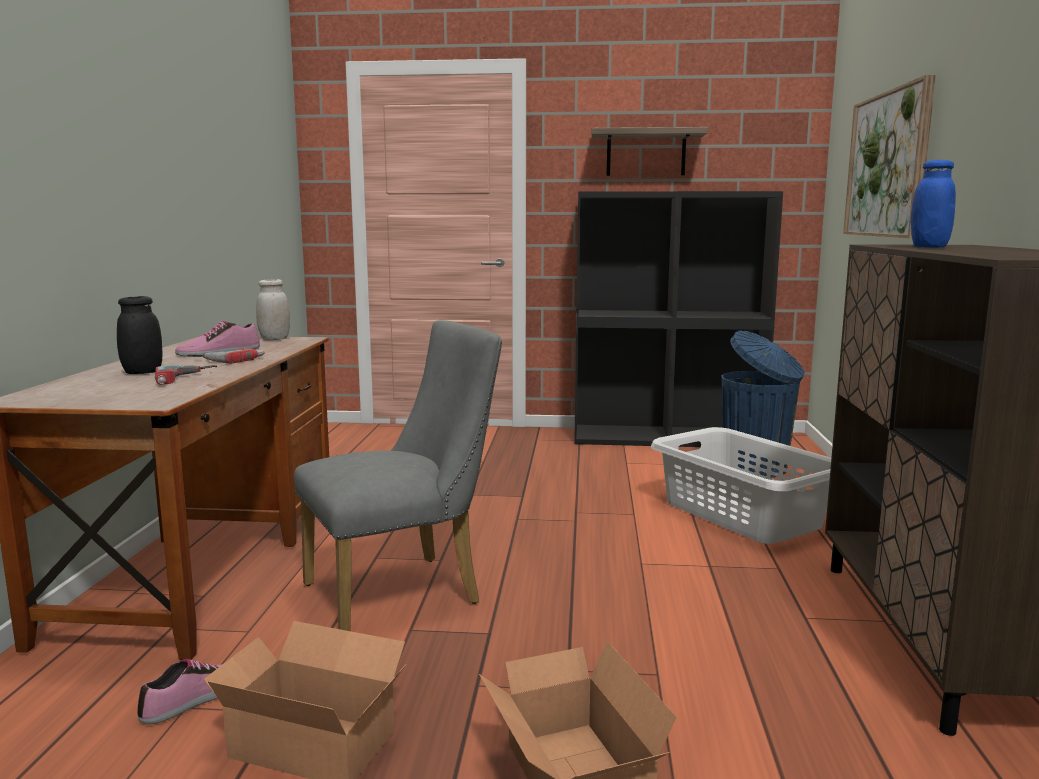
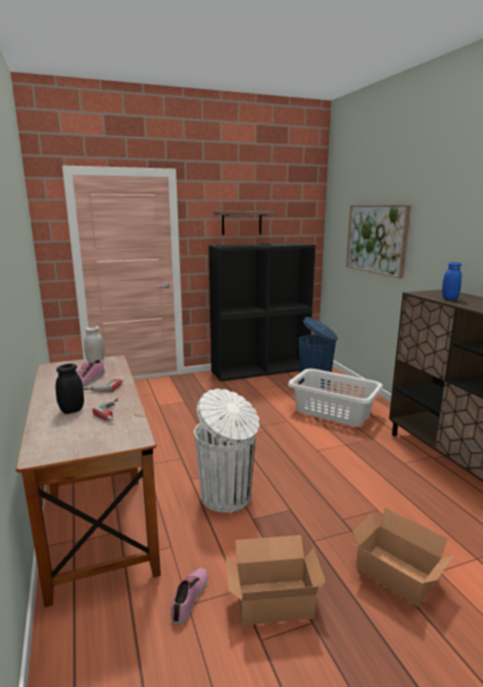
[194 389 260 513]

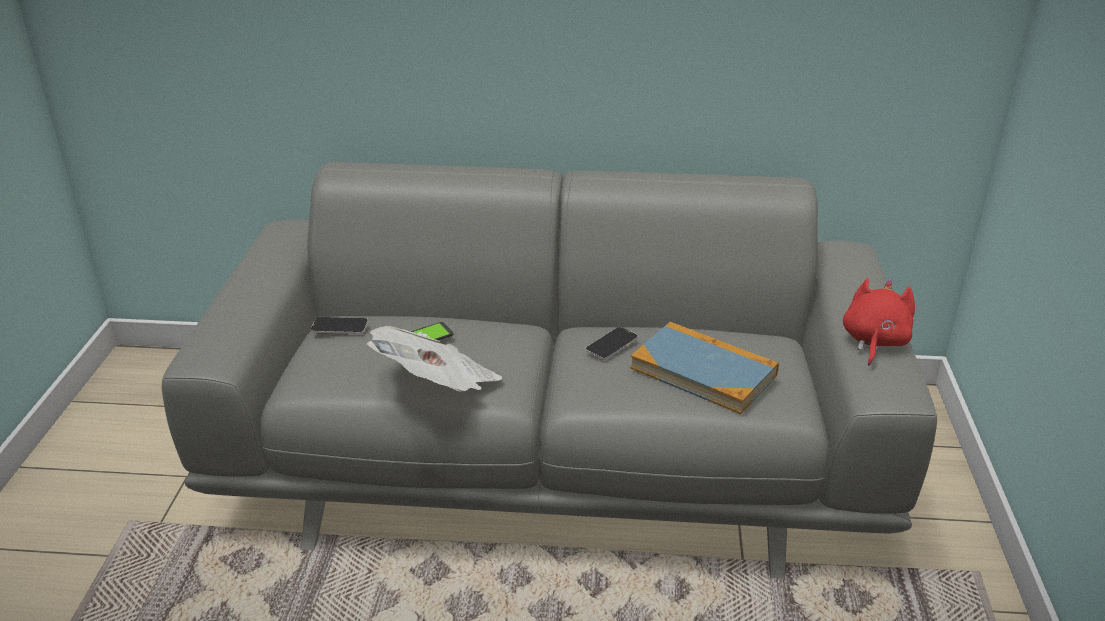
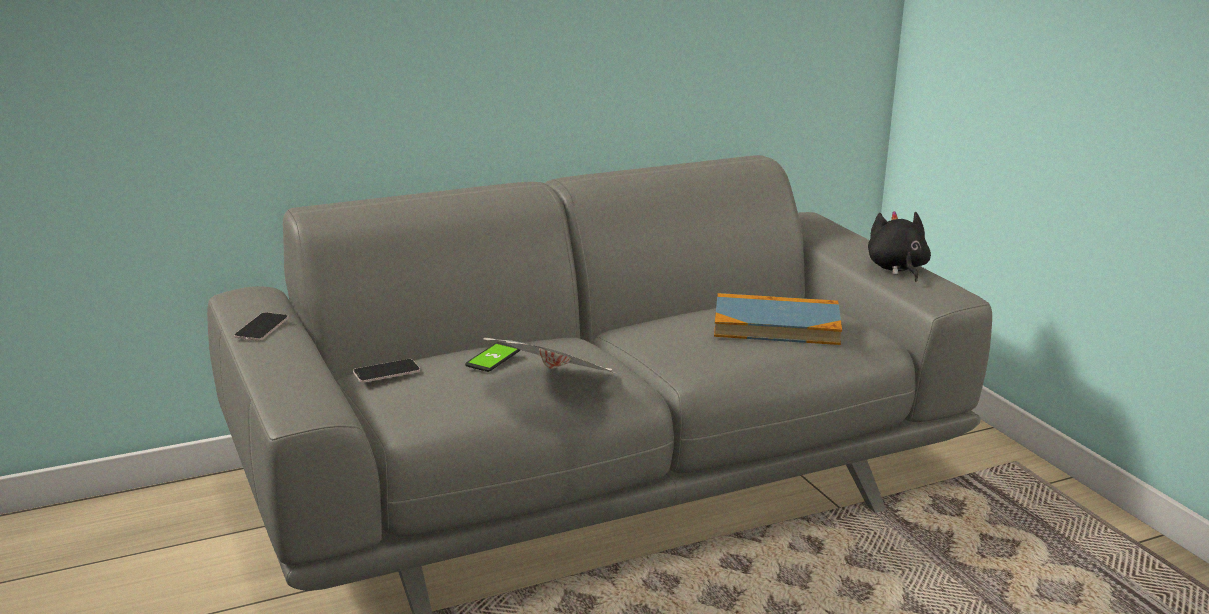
[868 211 931 282]
[234 312 289 341]

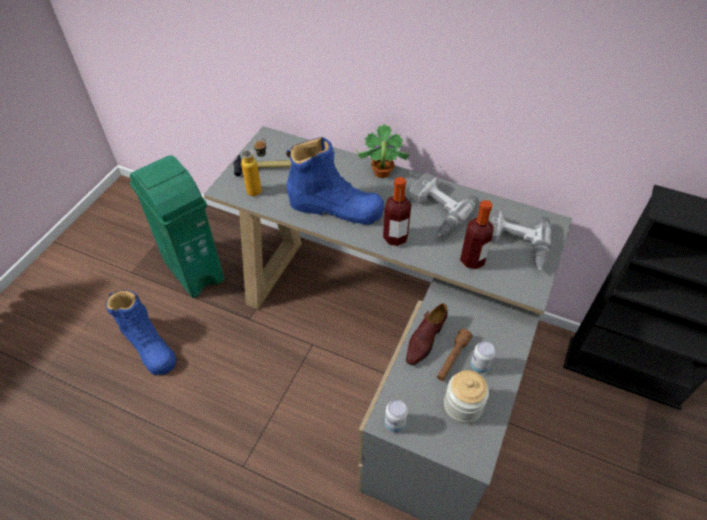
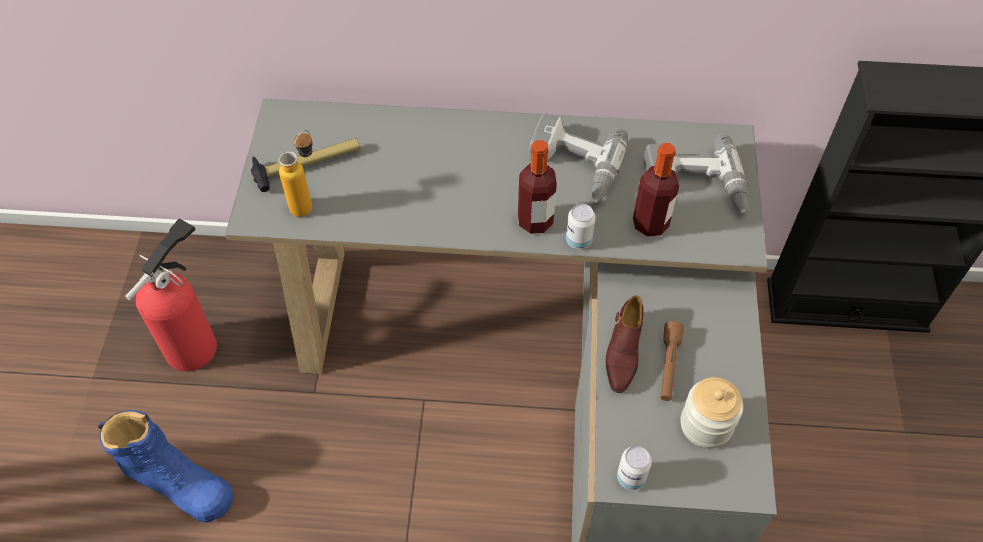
[355 124 412 178] (first image)
[286 137 384 225] (first image)
[125 218 217 371]
[566 204 596 249]

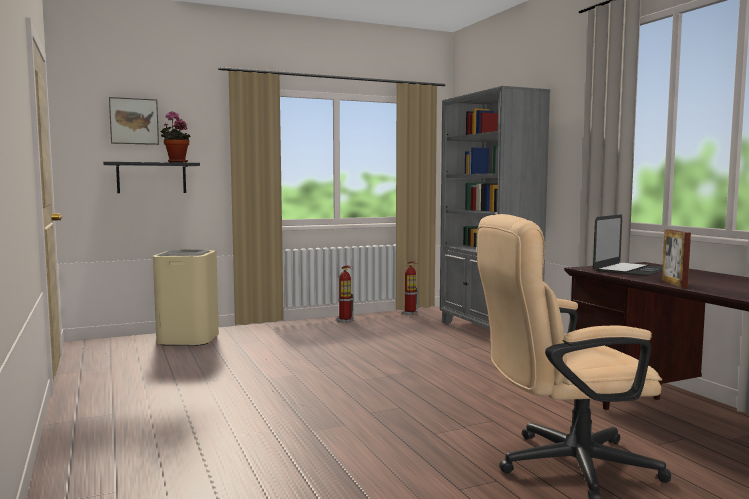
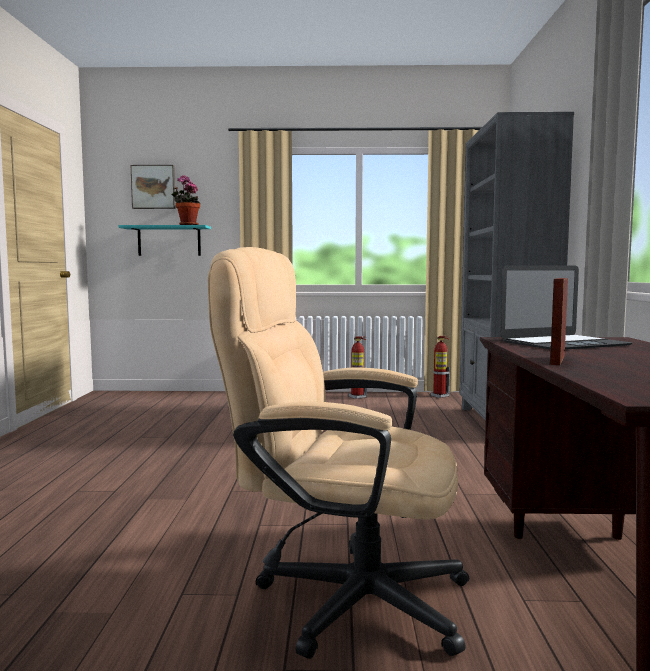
[118 225 211 256]
[153 249 219 346] (first image)

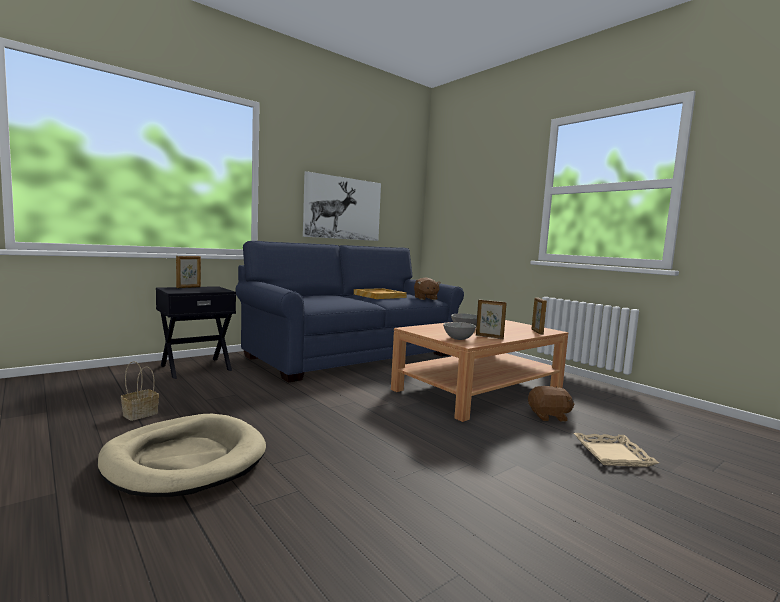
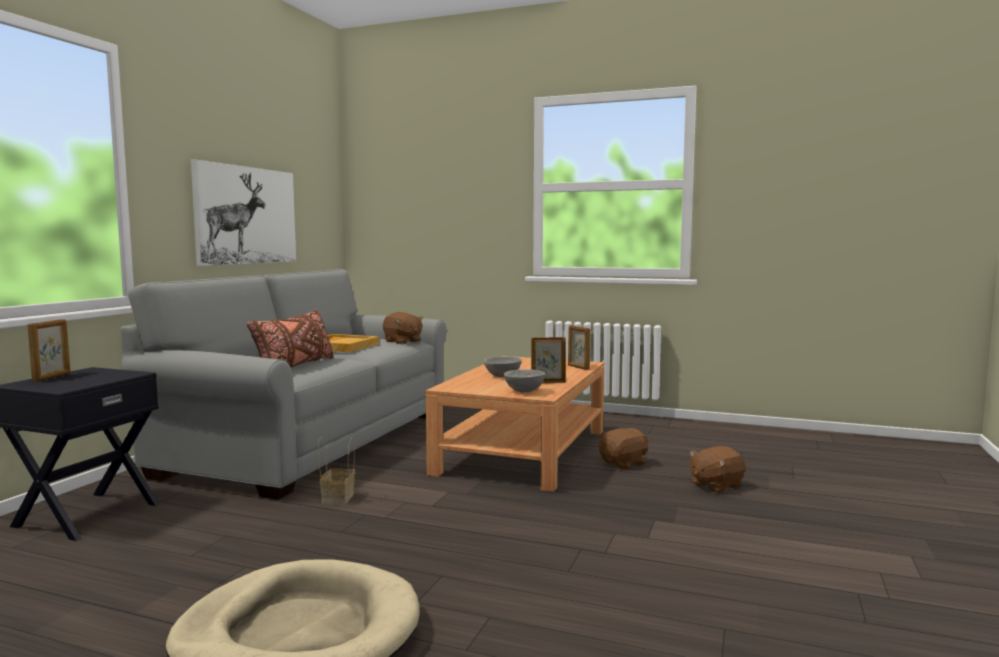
[120 269 447 500]
[318 437 355 504]
[689 446 745 493]
[247 309 334 367]

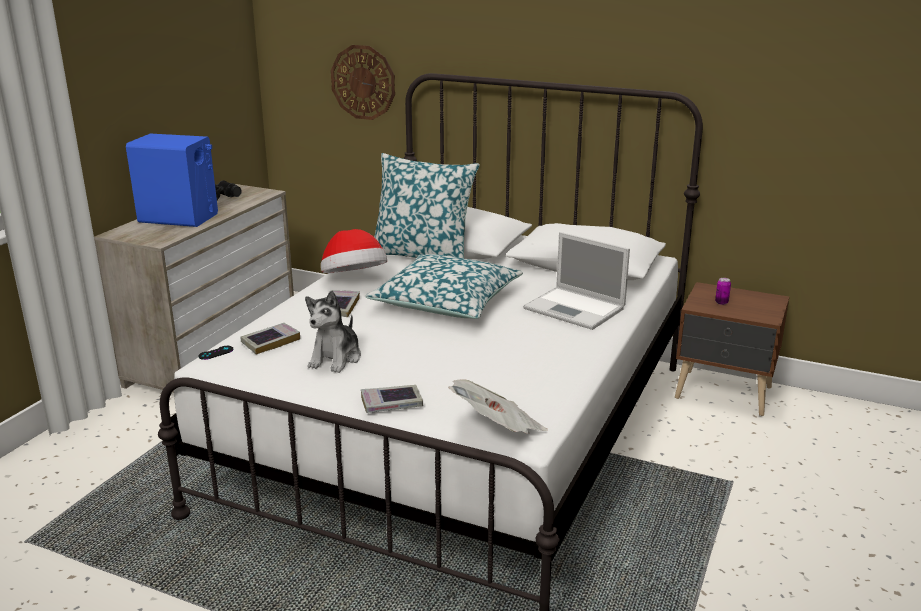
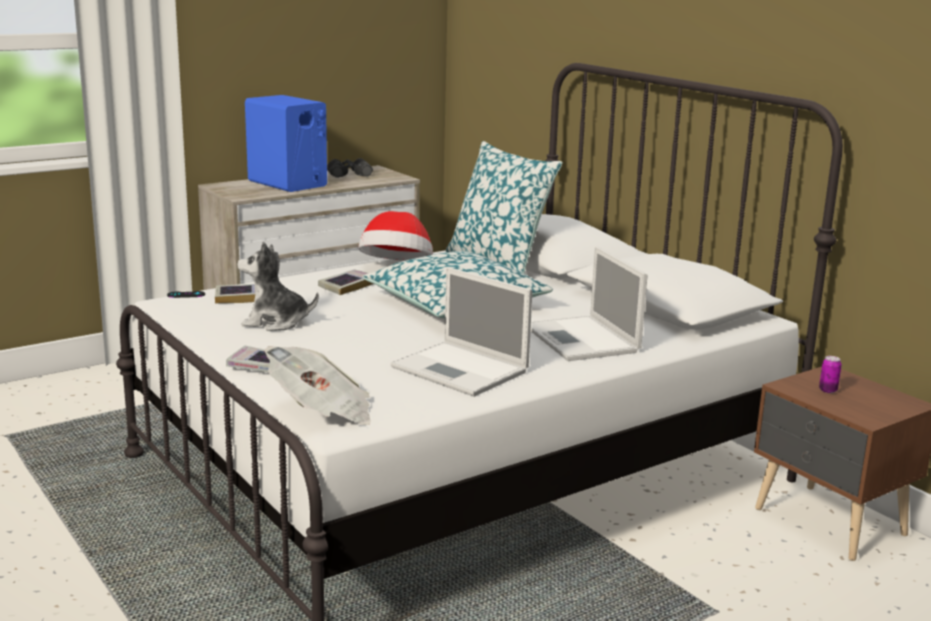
[331 45 395 120] (first image)
[237 242 319 331]
[391 267 532 397]

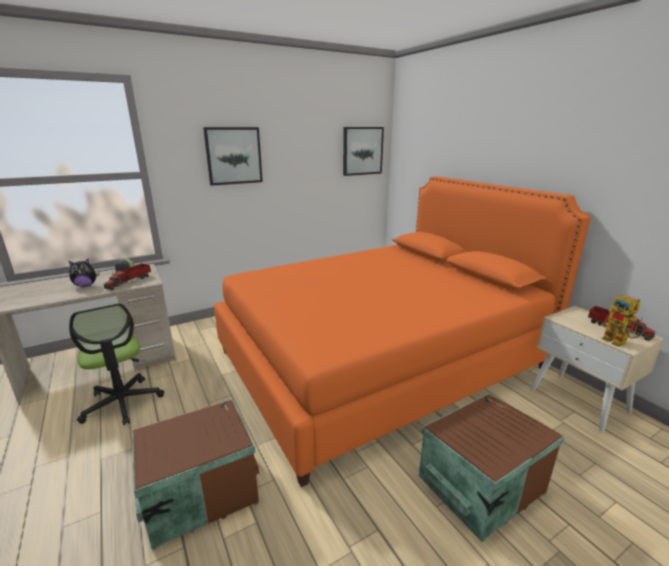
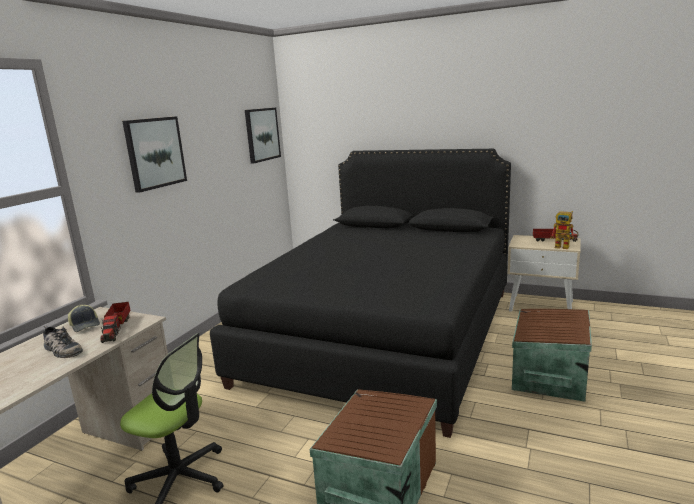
[210 149 511 438]
[43 325 83 358]

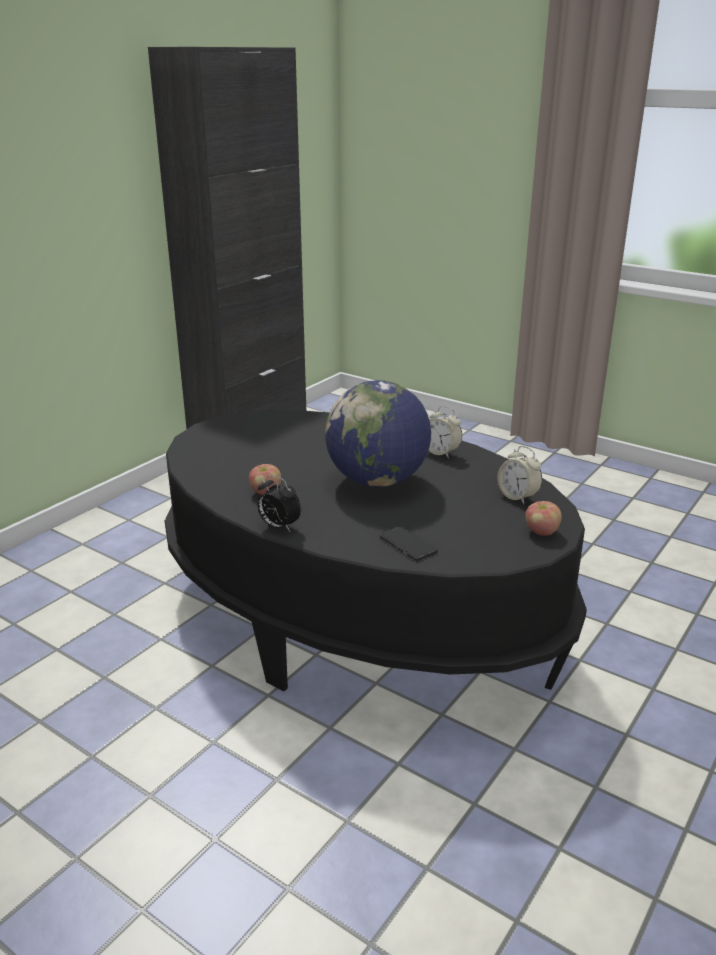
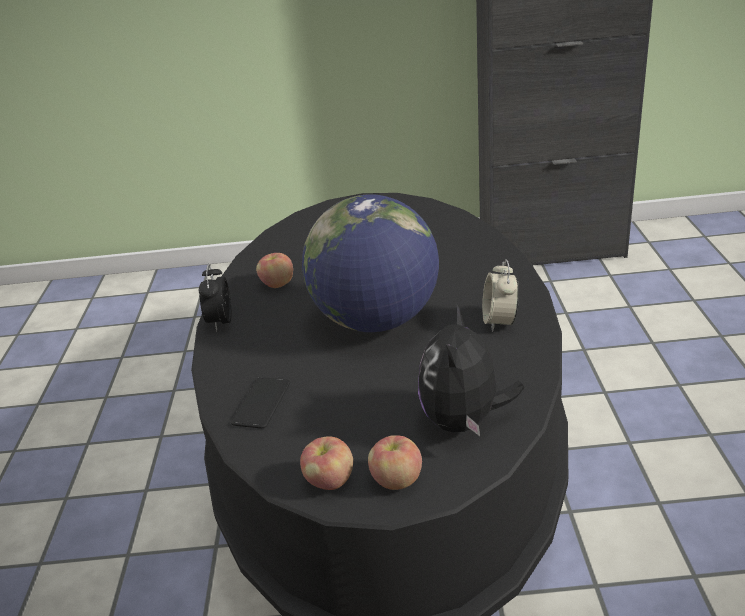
[418 305 524 436]
[300 436 353 490]

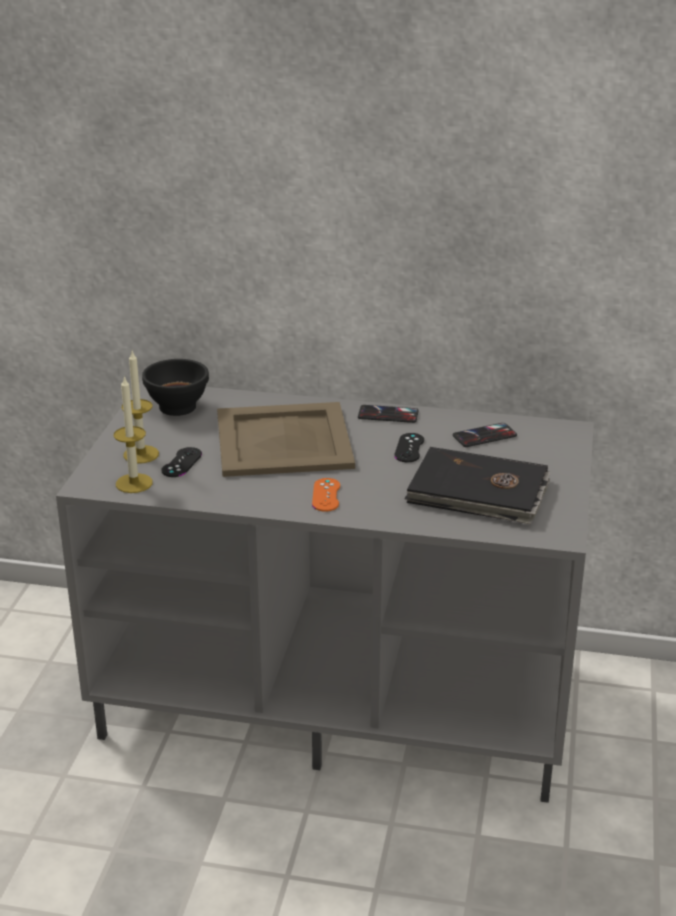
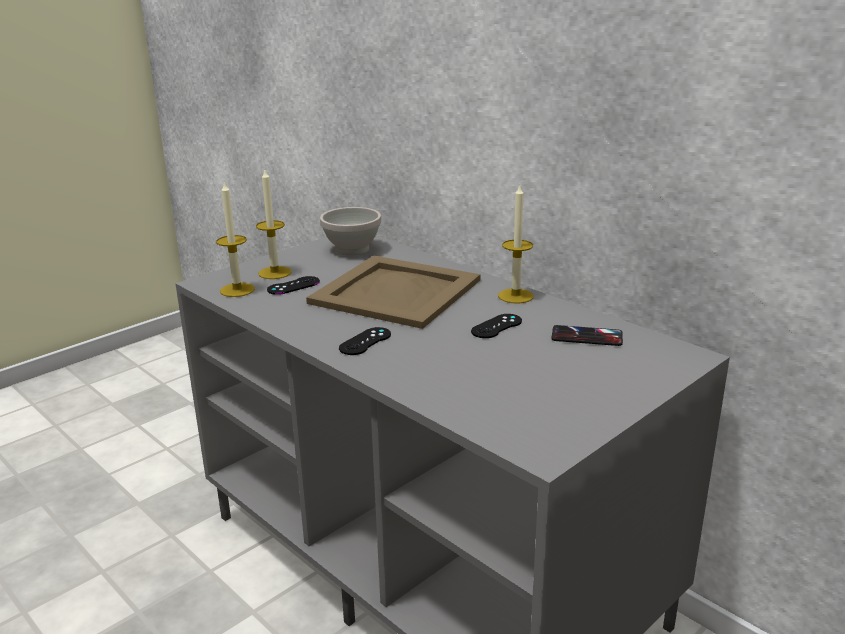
[320 207 381 256]
[498 186 534 304]
[404 447 550 524] (first image)
[339 327 391 355]

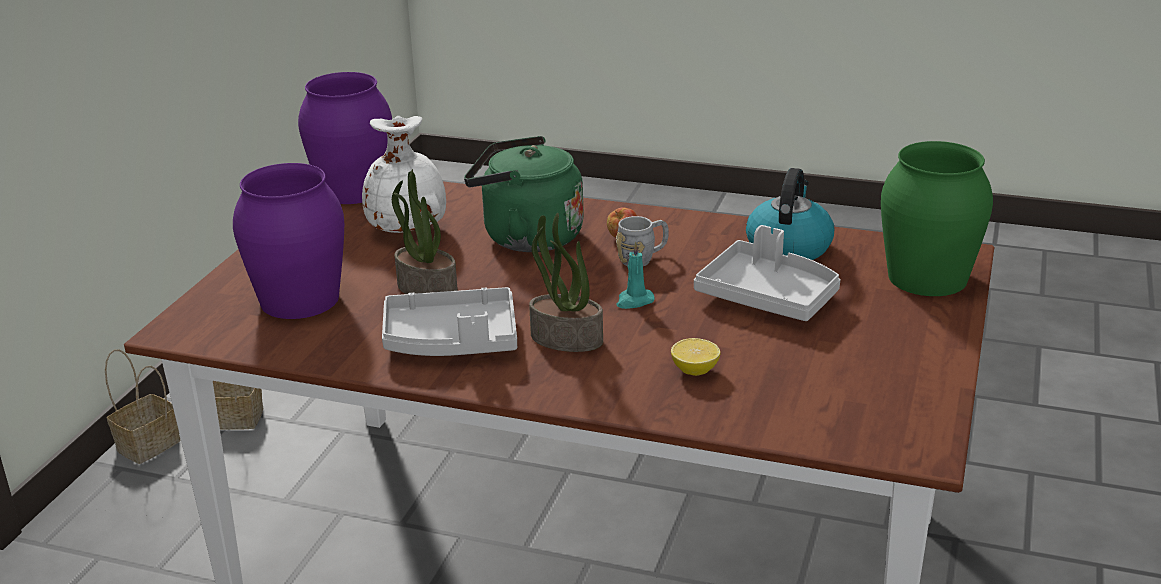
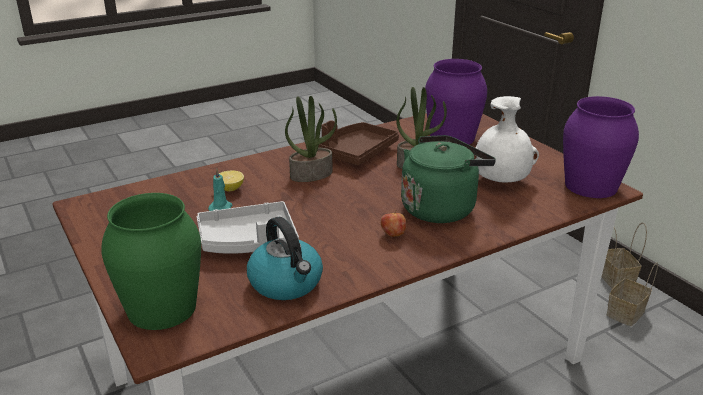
[616 216 669 266] (first image)
[208 169 232 211]
[318 120 399 165]

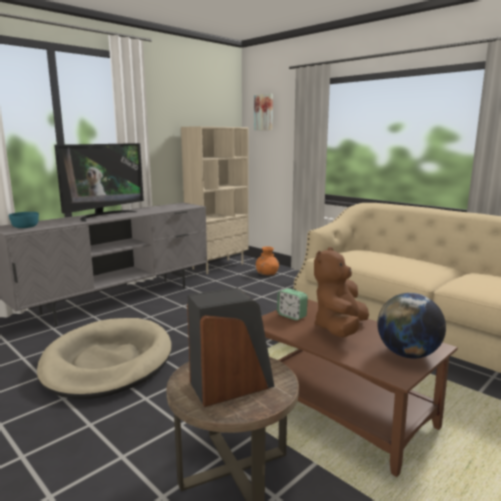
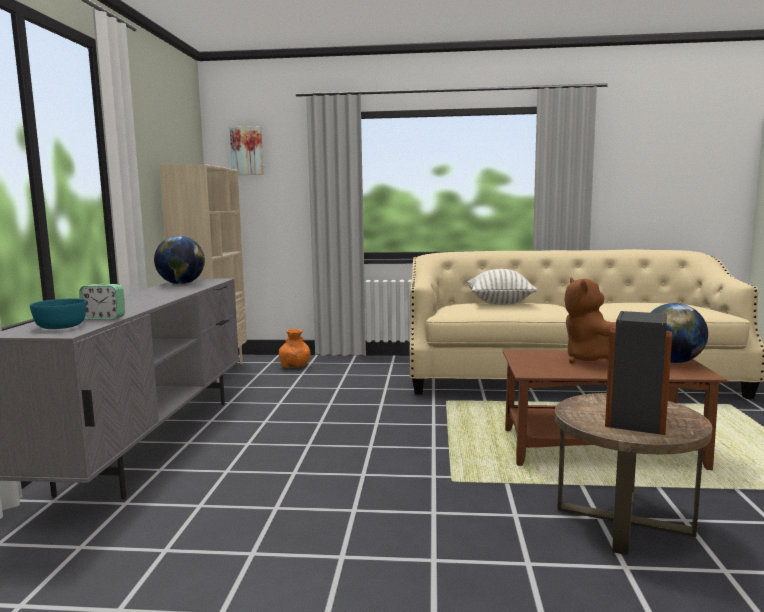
[54 143 144 222] (first image)
[79 284 125 320]
[37 318 172 399] (first image)
[154 236 205 284]
[467 269 537 305]

